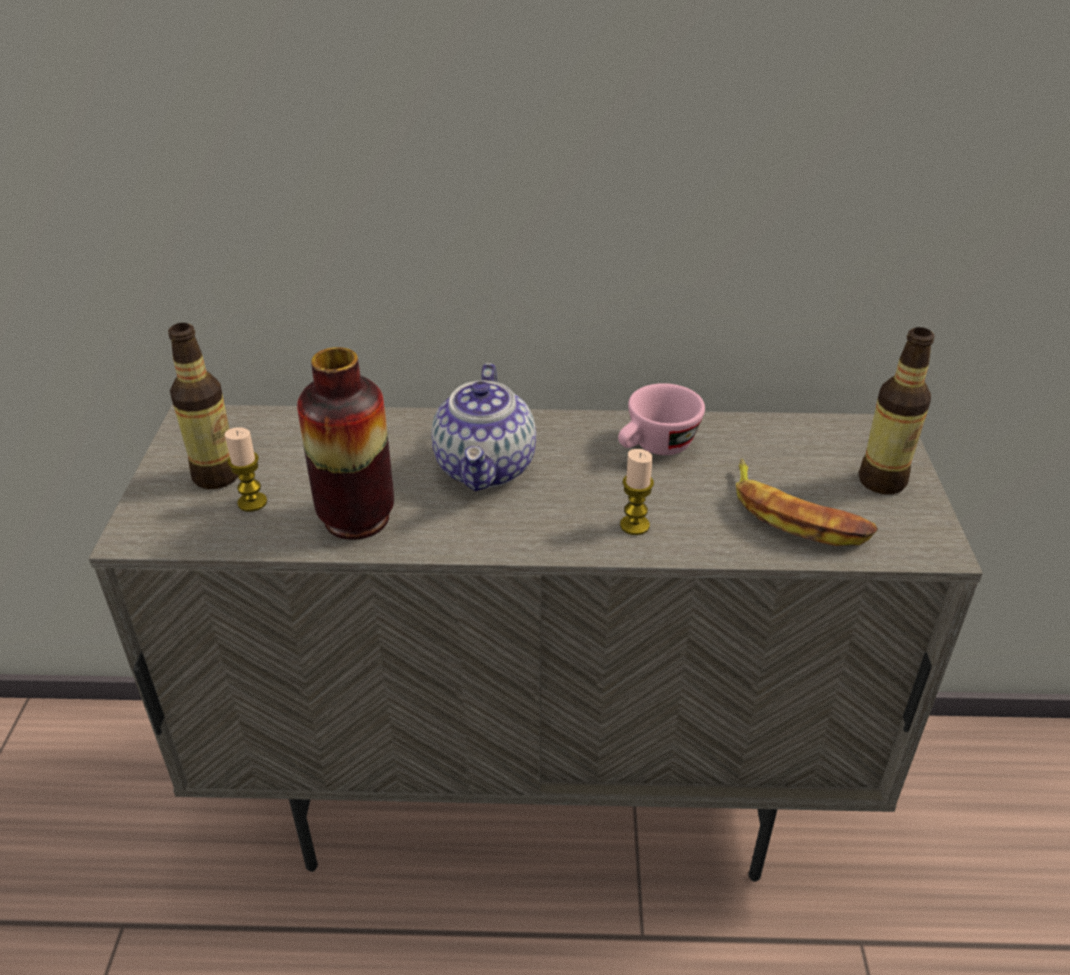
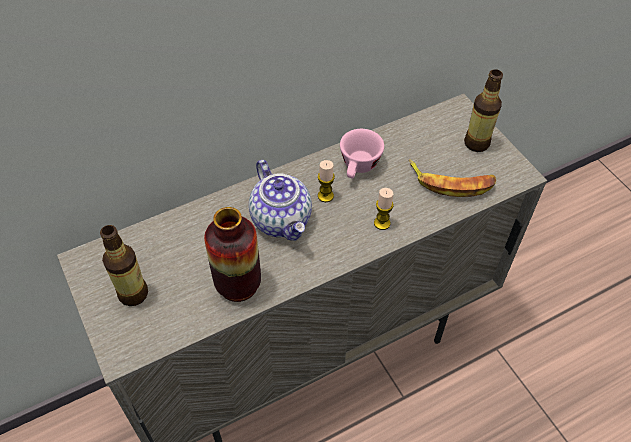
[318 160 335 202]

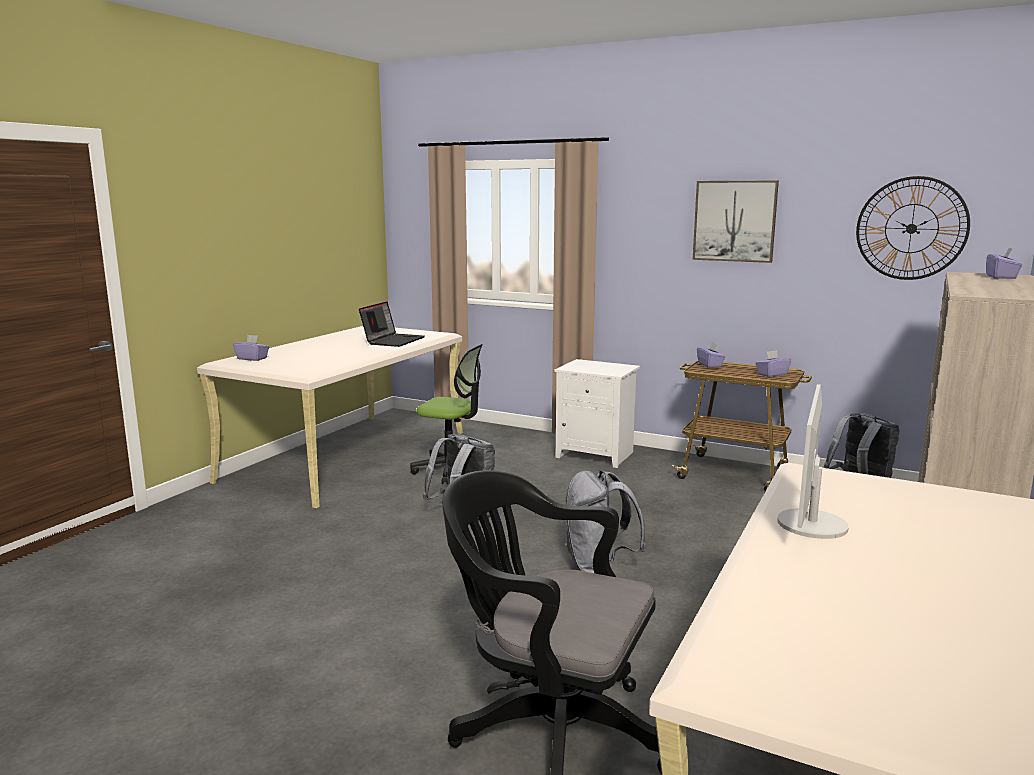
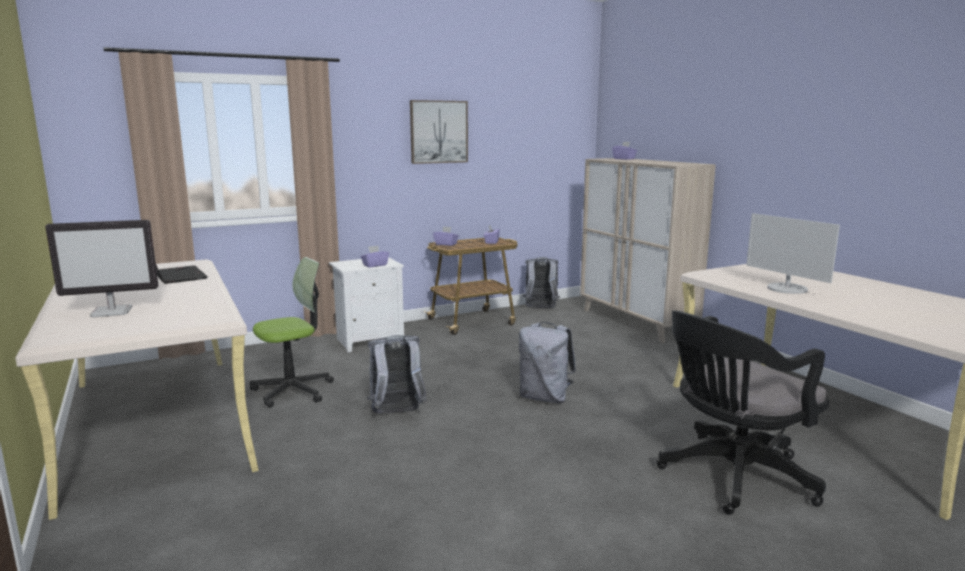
[856 176 970 280] (first image)
[360 246 389 267]
[45 220 159 317]

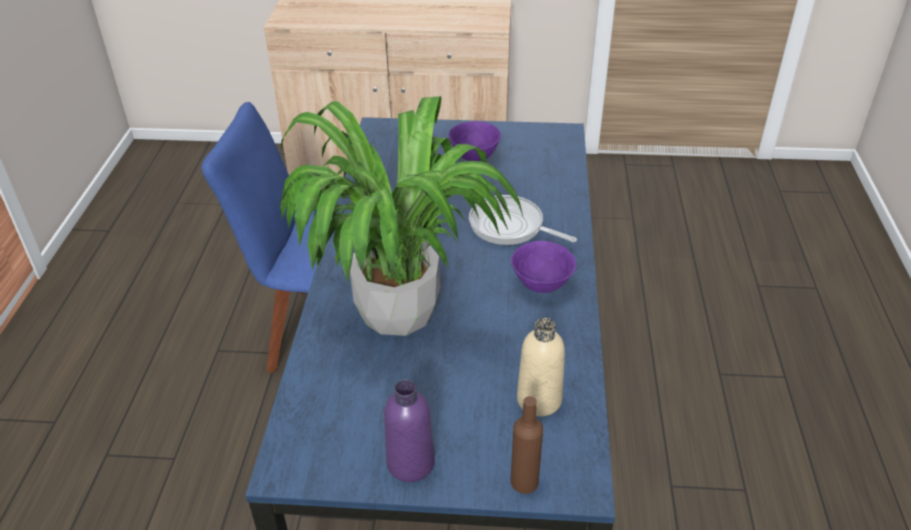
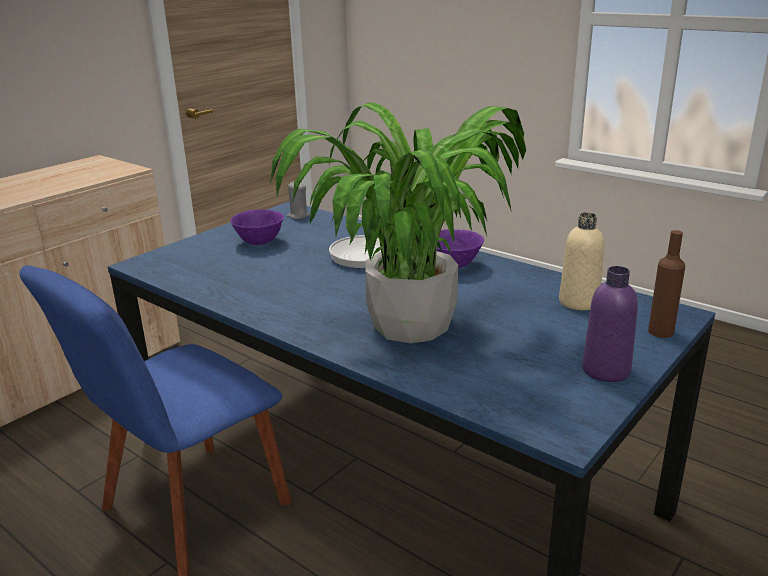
[287 181 310 219]

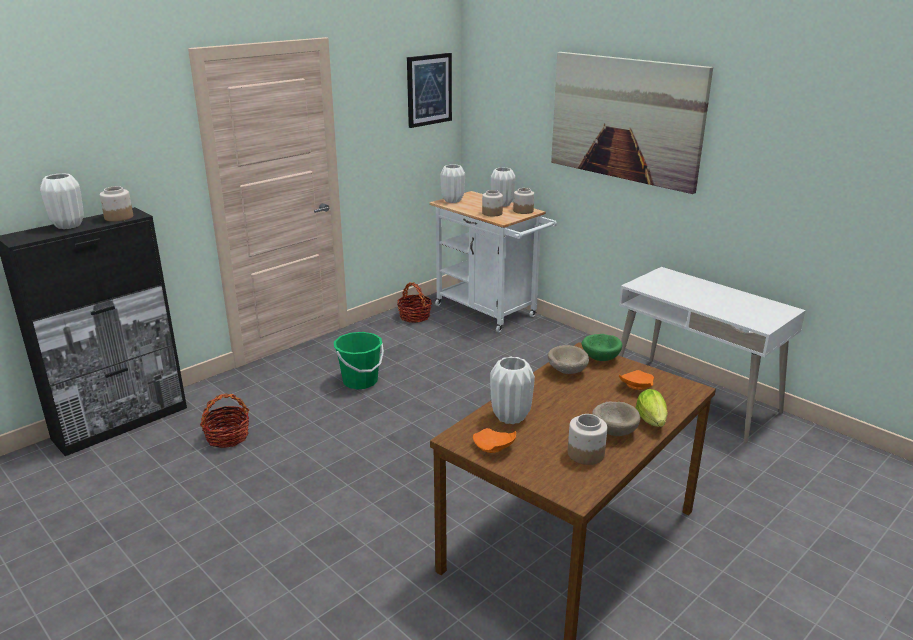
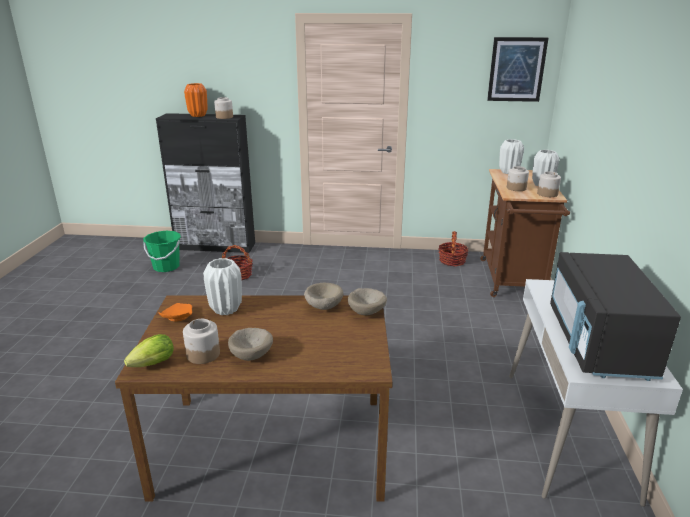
[551 52 713 194] (first image)
[184 83 207 117]
[480 169 570 297]
[143 231 181 272]
[348 288 387 315]
[619 370 654 390] (first image)
[124 334 174 367]
[550 252 681 381]

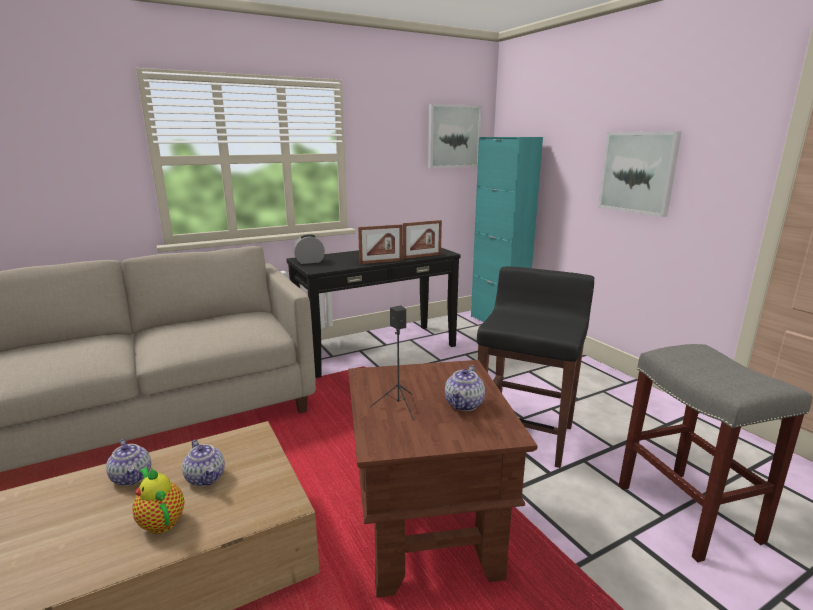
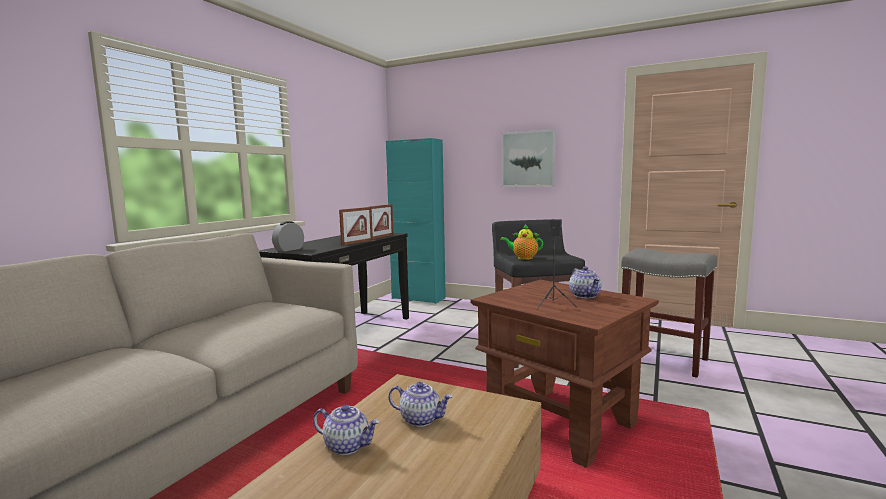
[428 104 482 169] (first image)
[500 224 543 260]

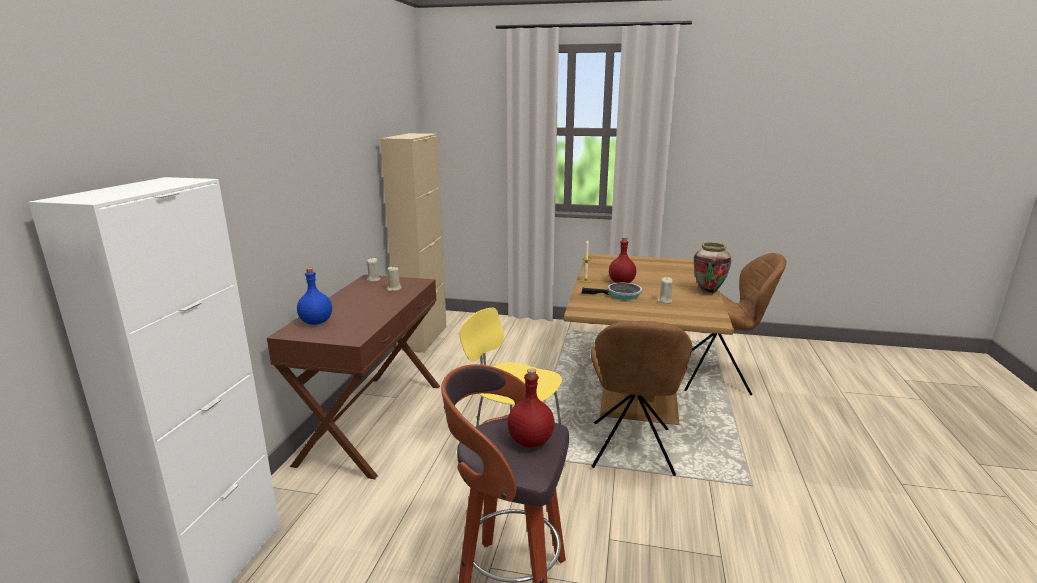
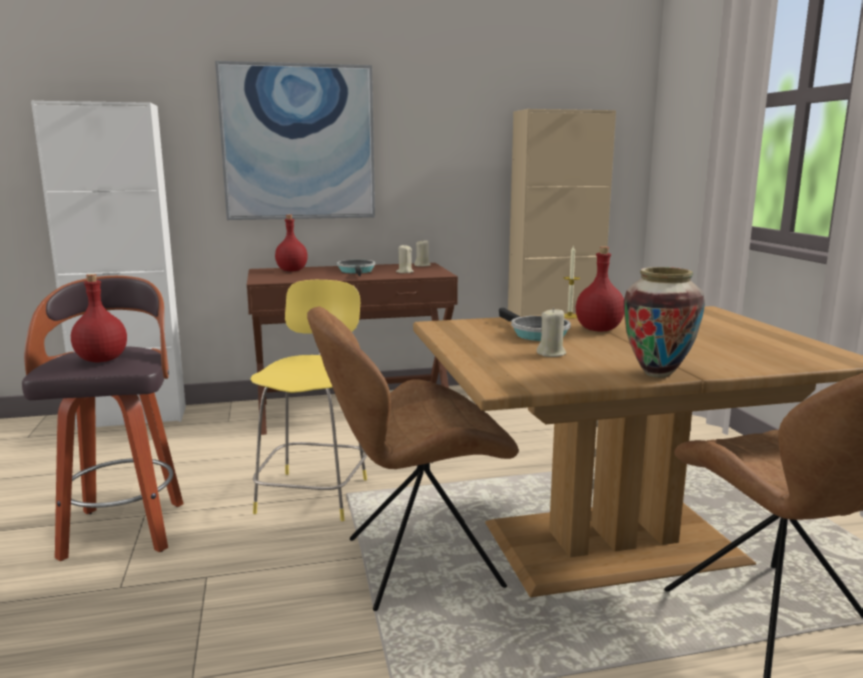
[275 215 308 271]
[215 61 375 220]
[337 260 375 276]

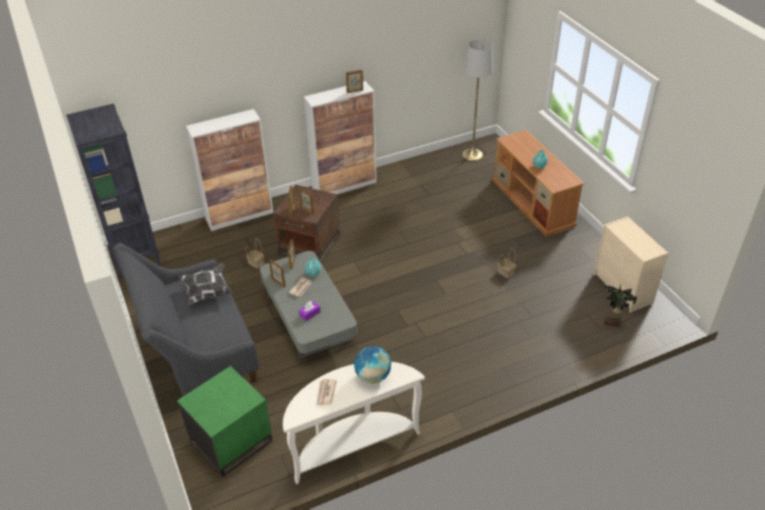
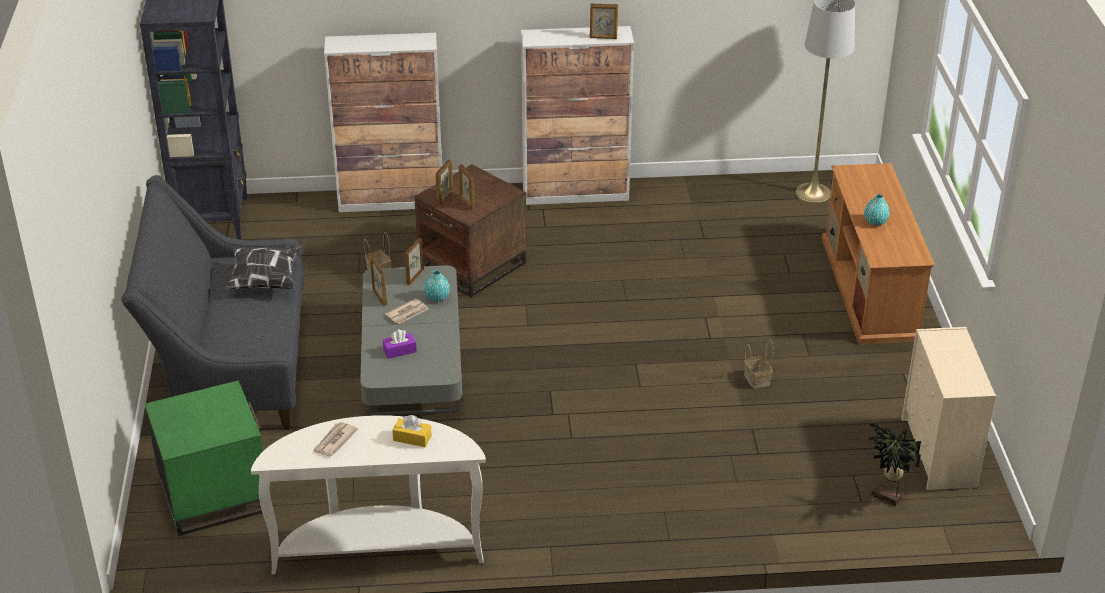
[392 415 432 447]

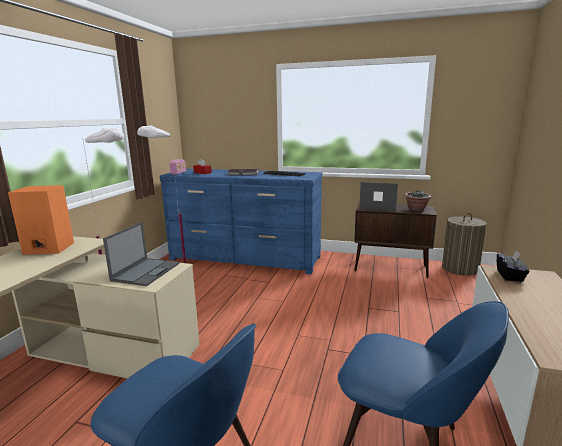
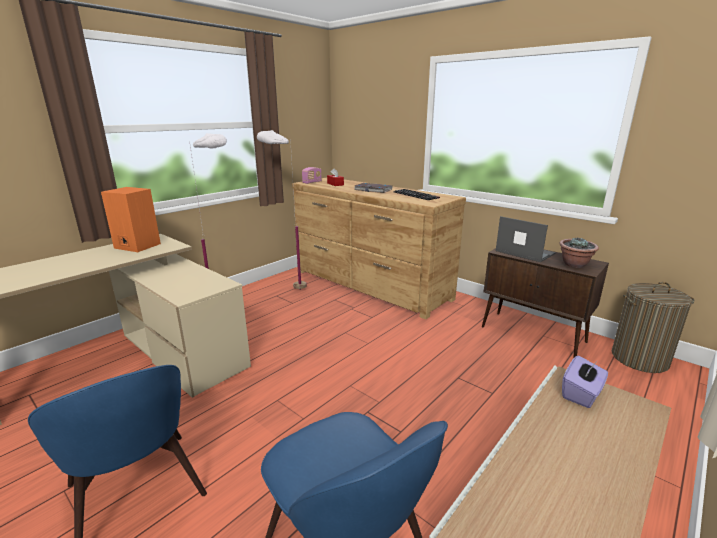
[292 177 466 319]
[103 222 179 286] (first image)
[562 356 608 408]

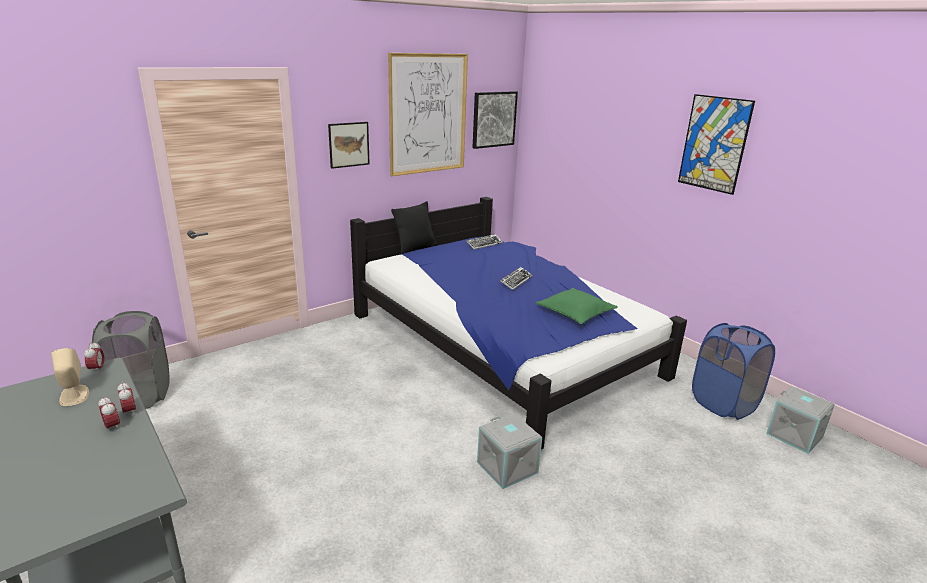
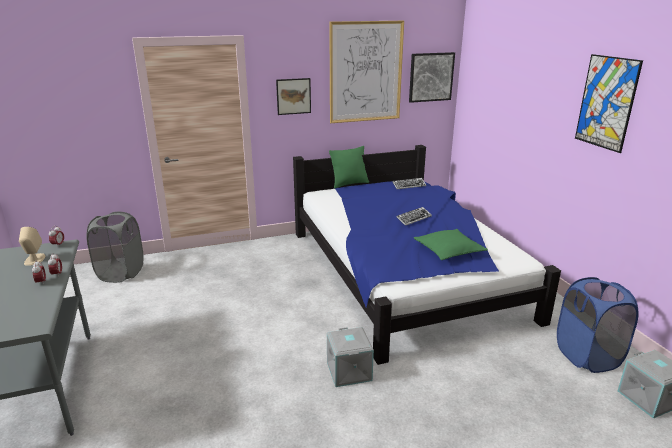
[329 146 369 188]

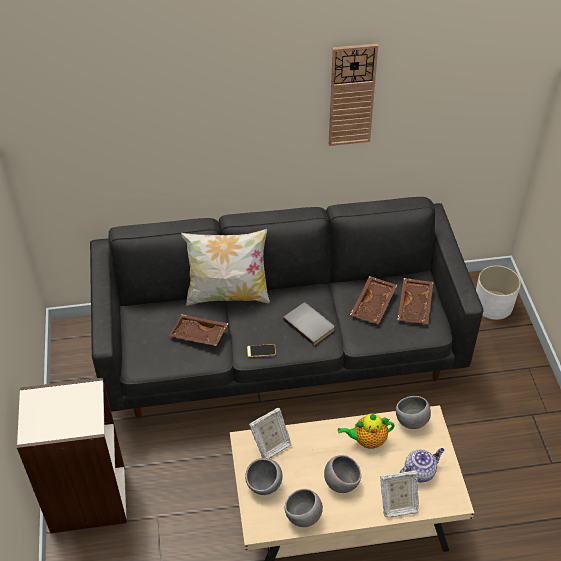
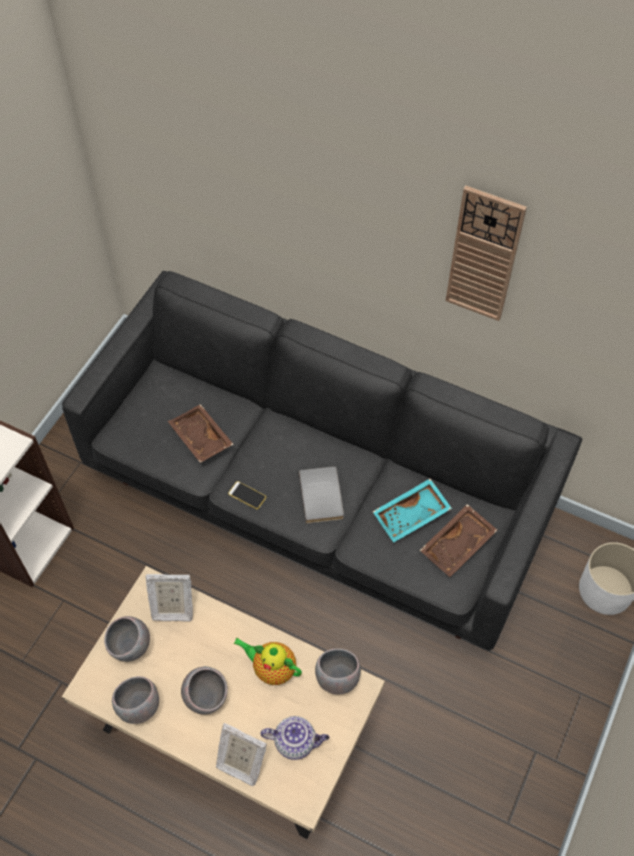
[181 229 270 306] (first image)
[373 479 452 543]

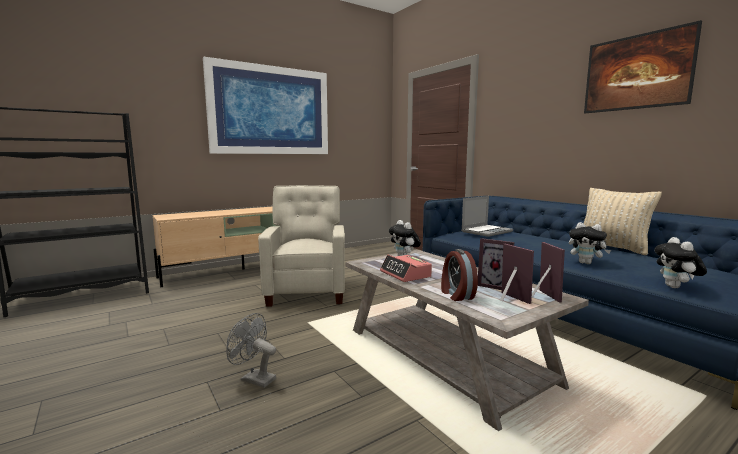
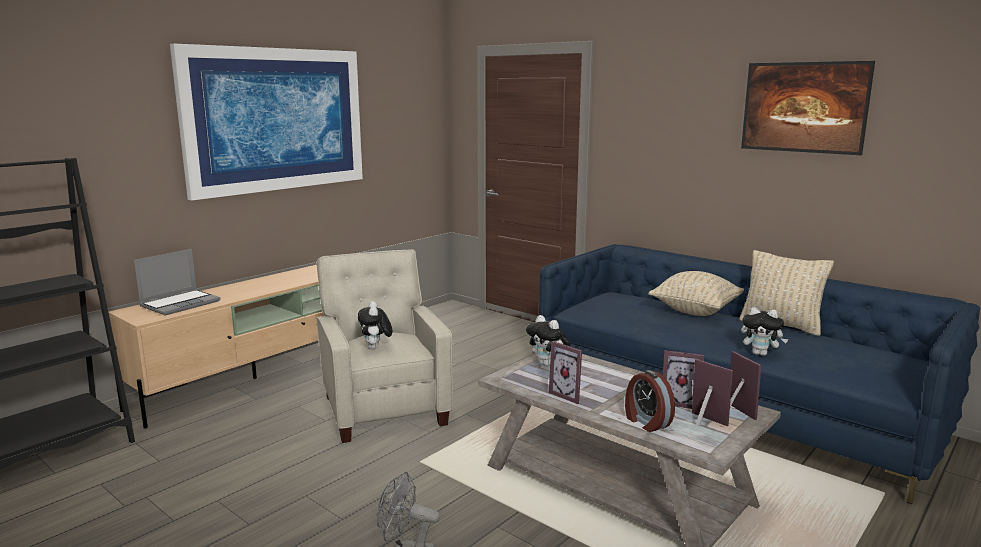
[134 249 220 316]
[358 301 392 349]
[549 341 582 404]
[648 271 744 316]

